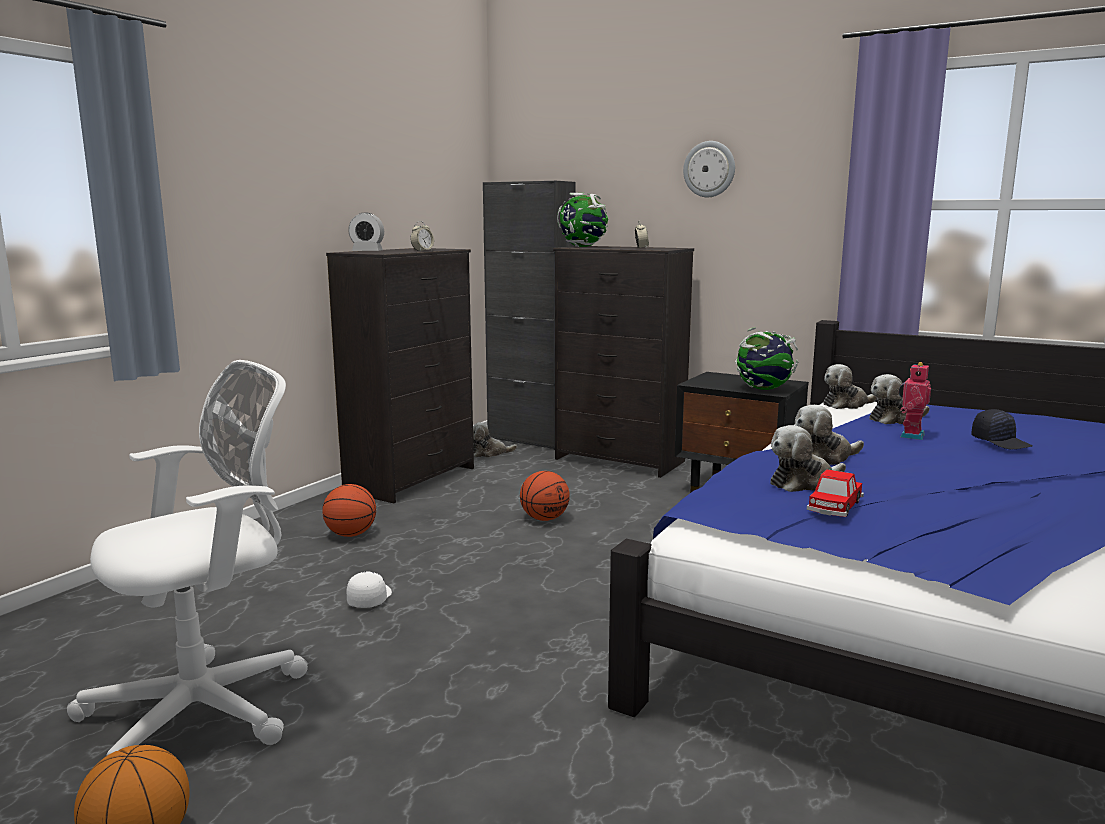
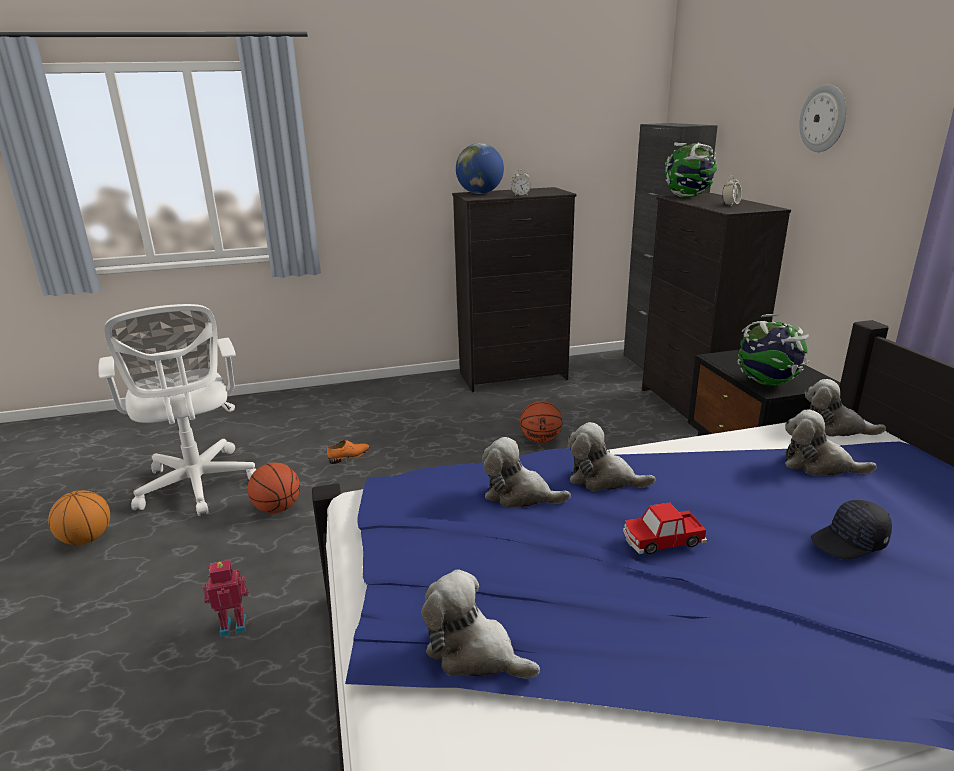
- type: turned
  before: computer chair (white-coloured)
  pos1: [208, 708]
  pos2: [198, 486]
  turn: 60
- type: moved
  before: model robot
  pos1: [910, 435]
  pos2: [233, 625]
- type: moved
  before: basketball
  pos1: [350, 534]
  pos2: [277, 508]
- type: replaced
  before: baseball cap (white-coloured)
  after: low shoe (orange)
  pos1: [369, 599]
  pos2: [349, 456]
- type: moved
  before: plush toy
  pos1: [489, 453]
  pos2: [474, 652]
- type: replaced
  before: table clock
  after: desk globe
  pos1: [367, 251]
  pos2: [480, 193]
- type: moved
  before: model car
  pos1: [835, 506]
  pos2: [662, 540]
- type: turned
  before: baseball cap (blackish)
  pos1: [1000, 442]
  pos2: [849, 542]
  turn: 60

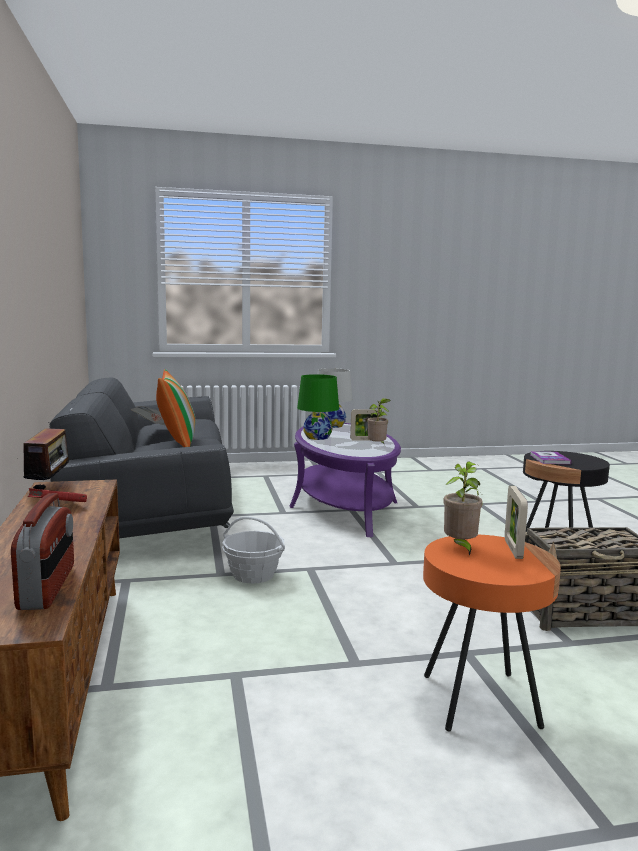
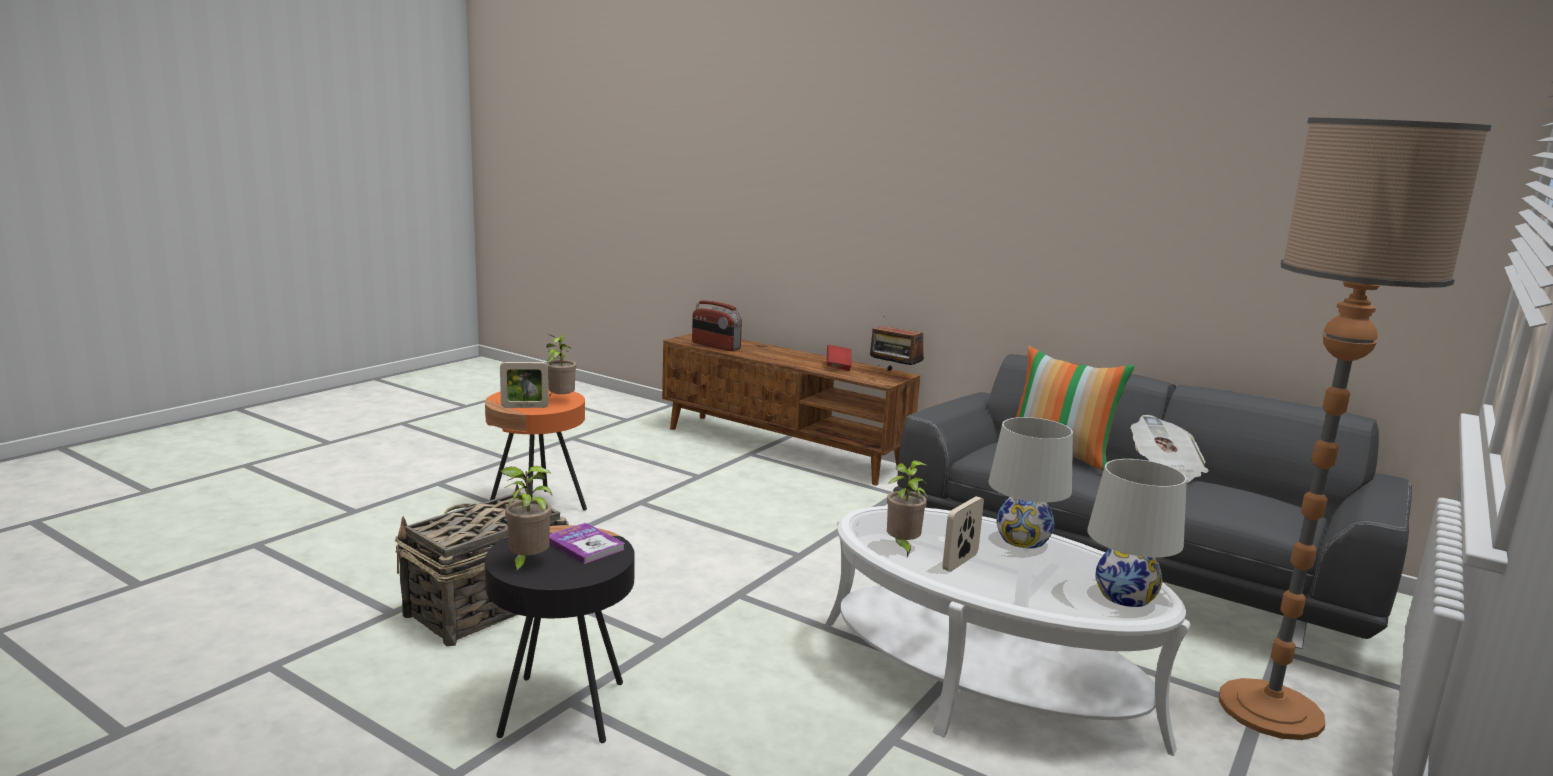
- type: turned
  before: picture frame
  pos1: [513, 549]
  pos2: [525, 407]
  turn: 120
- type: added
  after: plant in a pot
  pos2: [527, 564]
- type: recoloured
  before: lounge table (purple)
  after: lounge table (white-coloured)
  pos1: [344, 504]
  pos2: [983, 681]
- type: recoloured
  before: tabletop lamp (green)
  after: tabletop lamp (white-coloured)
  pos1: [317, 437]
  pos2: [1022, 539]
- type: added
  after: standard lamp
  pos2: [1270, 710]
- type: removed
  before: storage basket
  pos1: [253, 575]

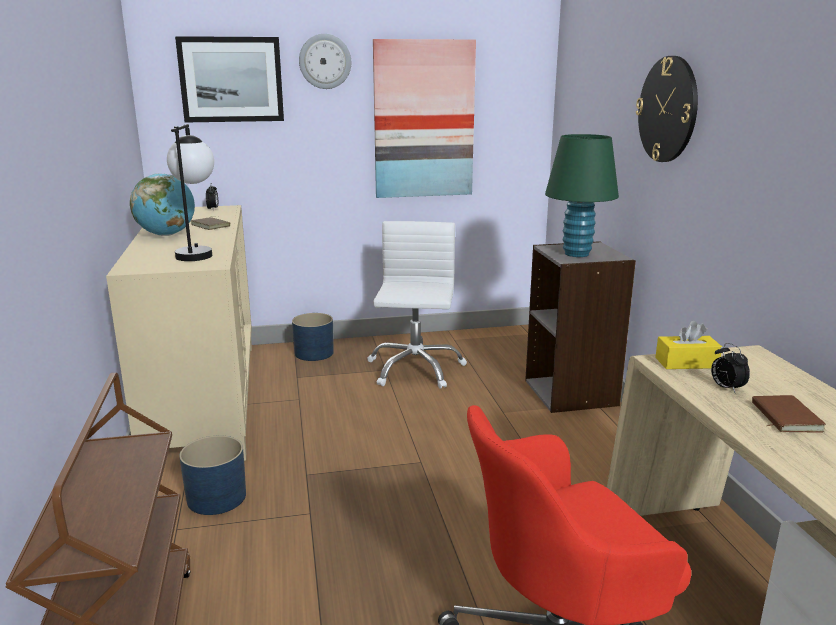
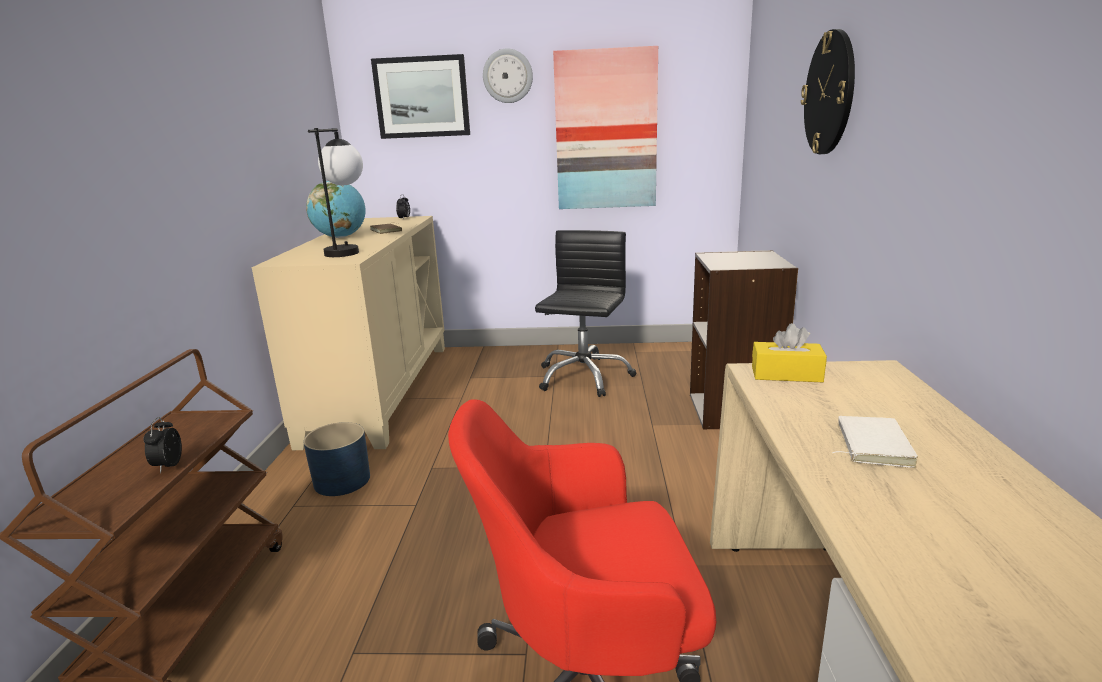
- type: moved
  before: table clock
  pos1: [726, 388]
  pos2: [168, 466]
- type: recoloured
  before: computer chair (white-coloured)
  after: computer chair (blackish)
  pos1: [415, 368]
  pos2: [583, 376]
- type: recoloured
  before: bound book (brown)
  after: bound book (white-coloured)
  pos1: [783, 417]
  pos2: [870, 445]
- type: removed
  before: planter (bluish)
  pos1: [314, 353]
- type: removed
  before: tabletop lamp (green)
  pos1: [576, 254]

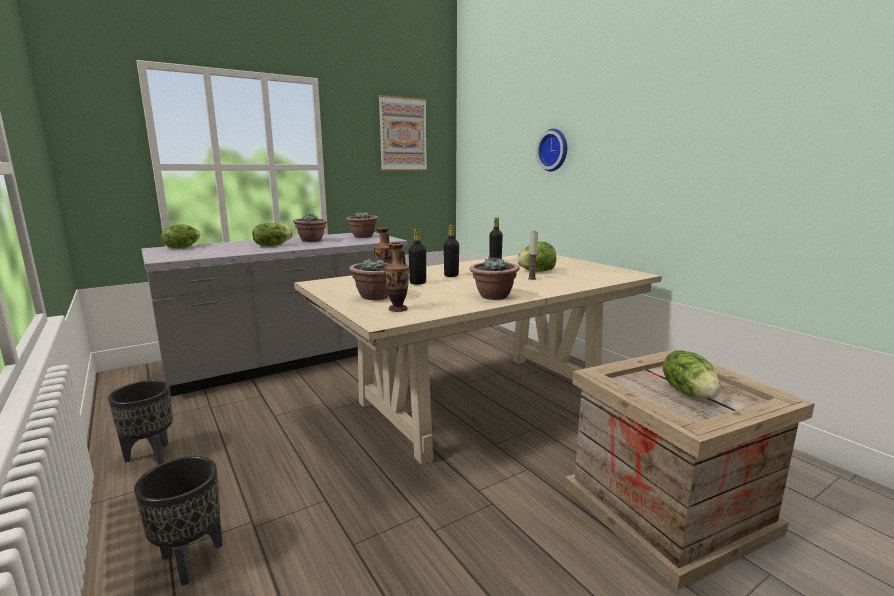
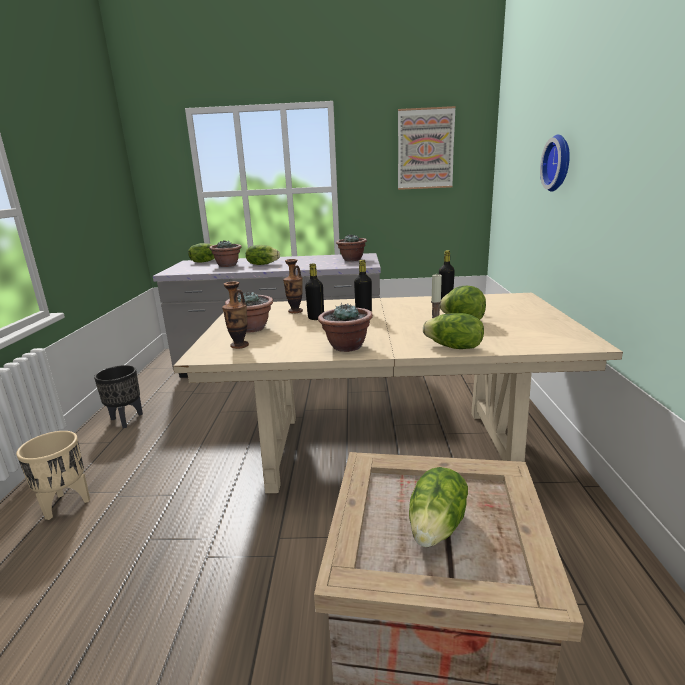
- type: recoloured
  before: planter (blackish)
  after: planter (beige-coloured)
  pos1: [190, 560]
  pos2: [65, 504]
- type: moved
  before: plant in a pot
  pos1: [312, 241]
  pos2: [228, 265]
- type: added
  after: head of lettuce
  pos2: [454, 347]

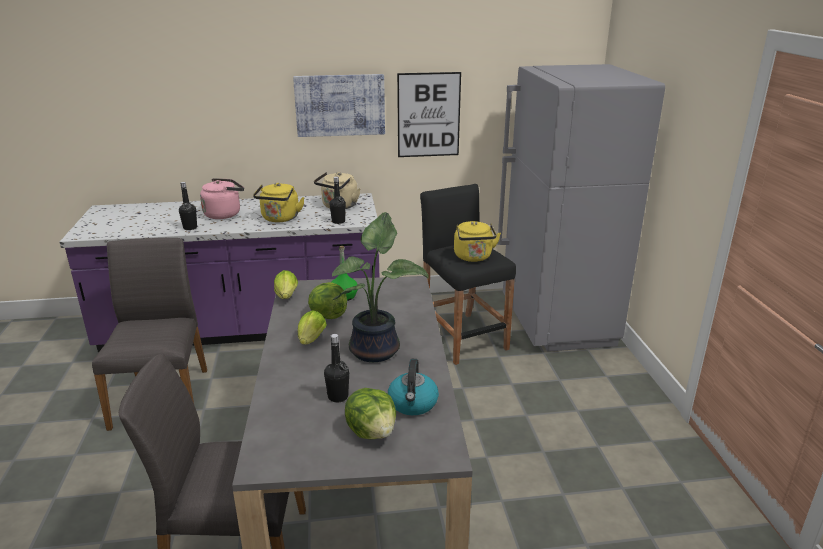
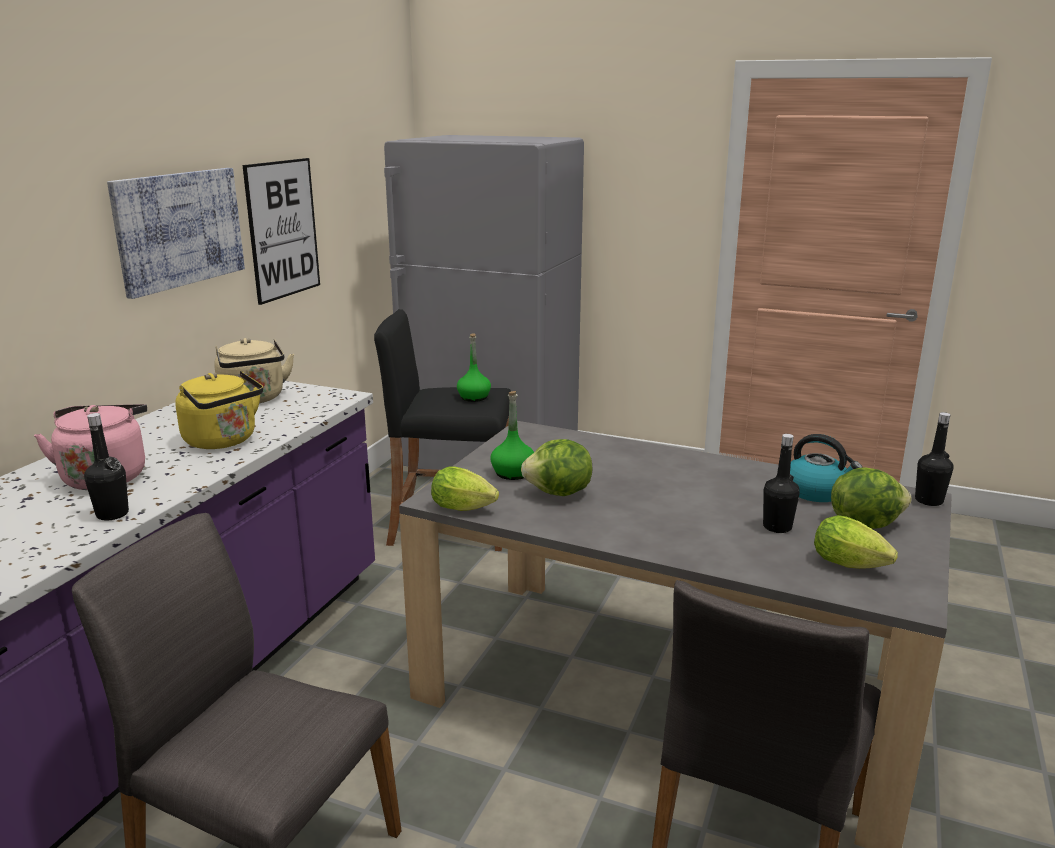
- type: replaced
  before: kettle (yellow-coloured)
  after: drink bottle (green)
  pos1: [473, 257]
  pos2: [474, 397]
- type: moved
  before: head of lettuce
  pos1: [310, 341]
  pos2: [853, 566]
- type: moved
  before: drink bottle (blackish)
  pos1: [338, 221]
  pos2: [928, 501]
- type: removed
  before: plant in a pot
  pos1: [377, 349]

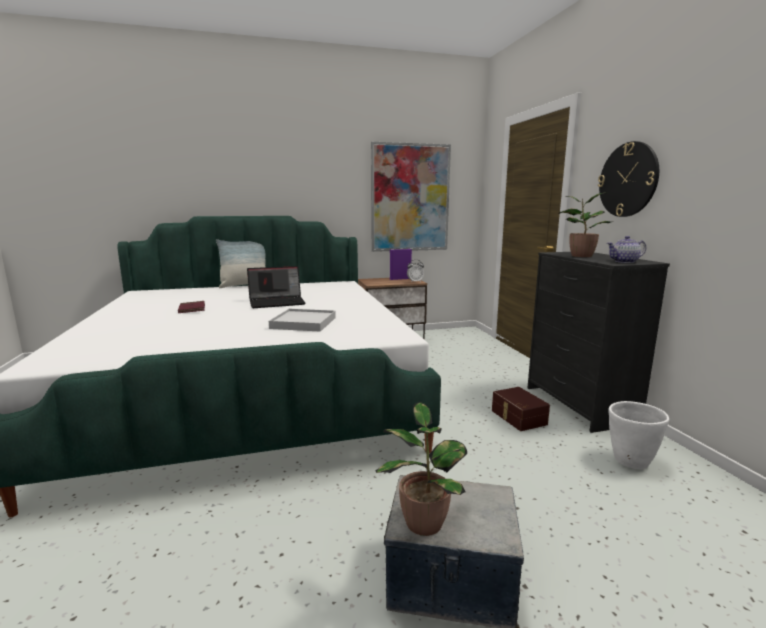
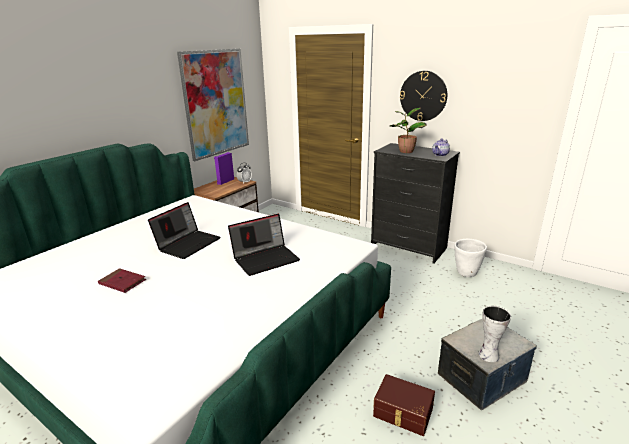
- type: replaced
  before: serving tray (white-coloured)
  after: notebook computer
  pos1: [304, 323]
  pos2: [266, 258]
- type: moved
  before: storage container (brown)
  pos1: [517, 417]
  pos2: [402, 413]
- type: replaced
  before: plant in a pot
  after: decorative vase
  pos1: [423, 520]
  pos2: [487, 354]
- type: removed
  before: cushion
  pos1: [244, 285]

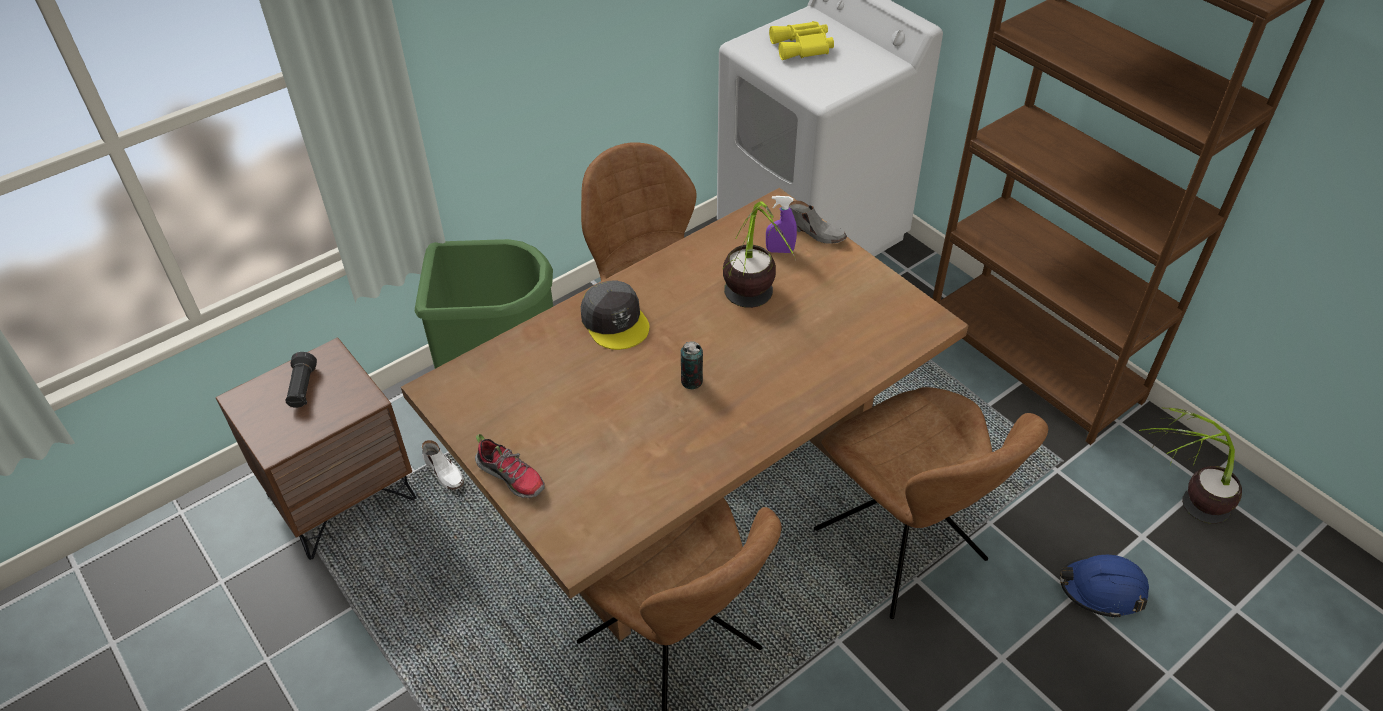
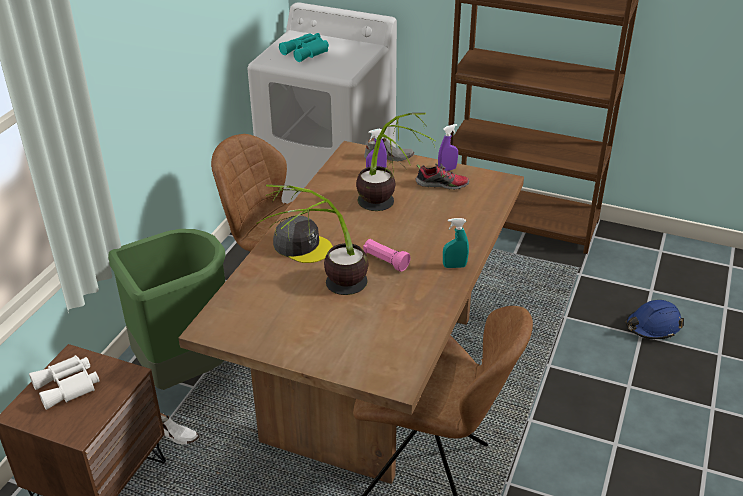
- type: replaced
  before: torch (blackish)
  after: binoculars (white-coloured)
  pos1: [302, 388]
  pos2: [68, 386]
- type: moved
  before: plant in a pot
  pos1: [1178, 506]
  pos2: [324, 290]
- type: recoloured
  before: binoculars (yellow-coloured)
  after: binoculars (blue-green)
  pos1: [803, 47]
  pos2: [306, 52]
- type: replaced
  before: sealed can
  after: torch (pinkish)
  pos1: [691, 381]
  pos2: [385, 261]
- type: moved
  before: low shoe
  pos1: [511, 476]
  pos2: [442, 184]
- type: added
  after: hand sprayer (purple)
  pos2: [447, 170]
- type: added
  after: hand sprayer (blue-green)
  pos2: [454, 266]
- type: removed
  before: plain chair (brown)
  pos1: [903, 549]

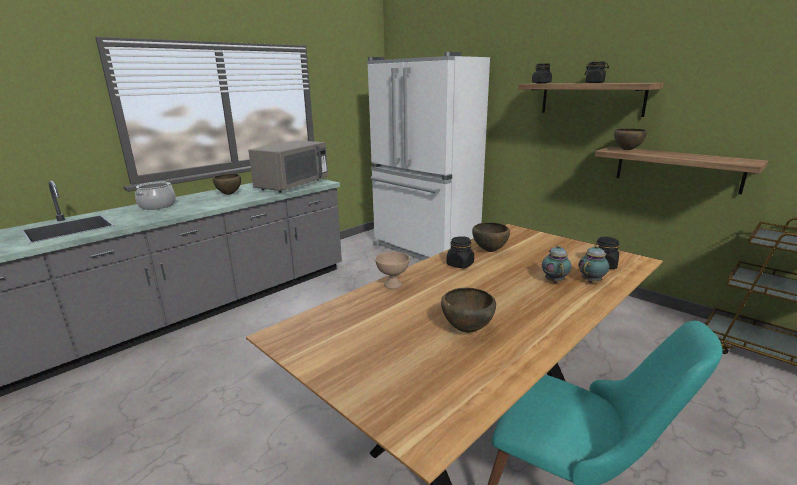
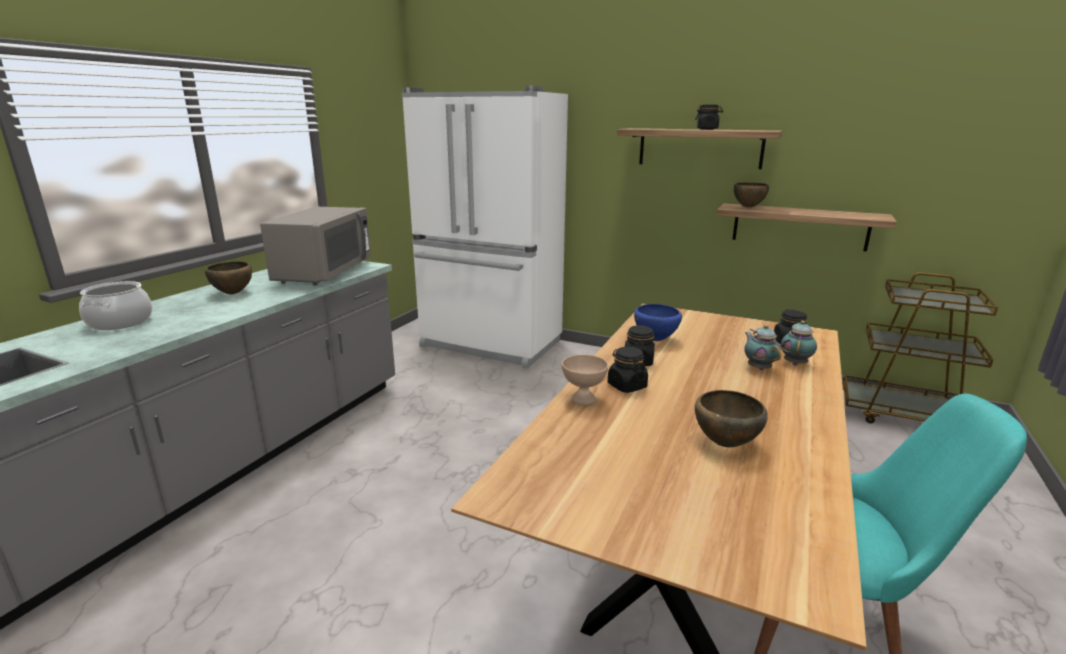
- type: moved
  before: storage jar (blackish)
  pos1: [541, 83]
  pos2: [626, 386]
- type: recoloured
  before: serving bowl (brown)
  after: serving bowl (bluish)
  pos1: [490, 251]
  pos2: [656, 339]

